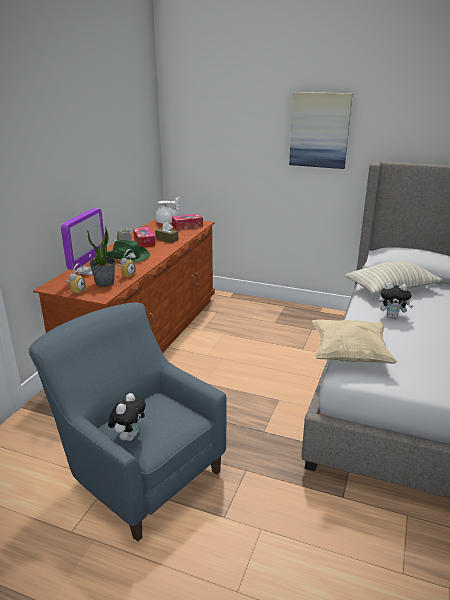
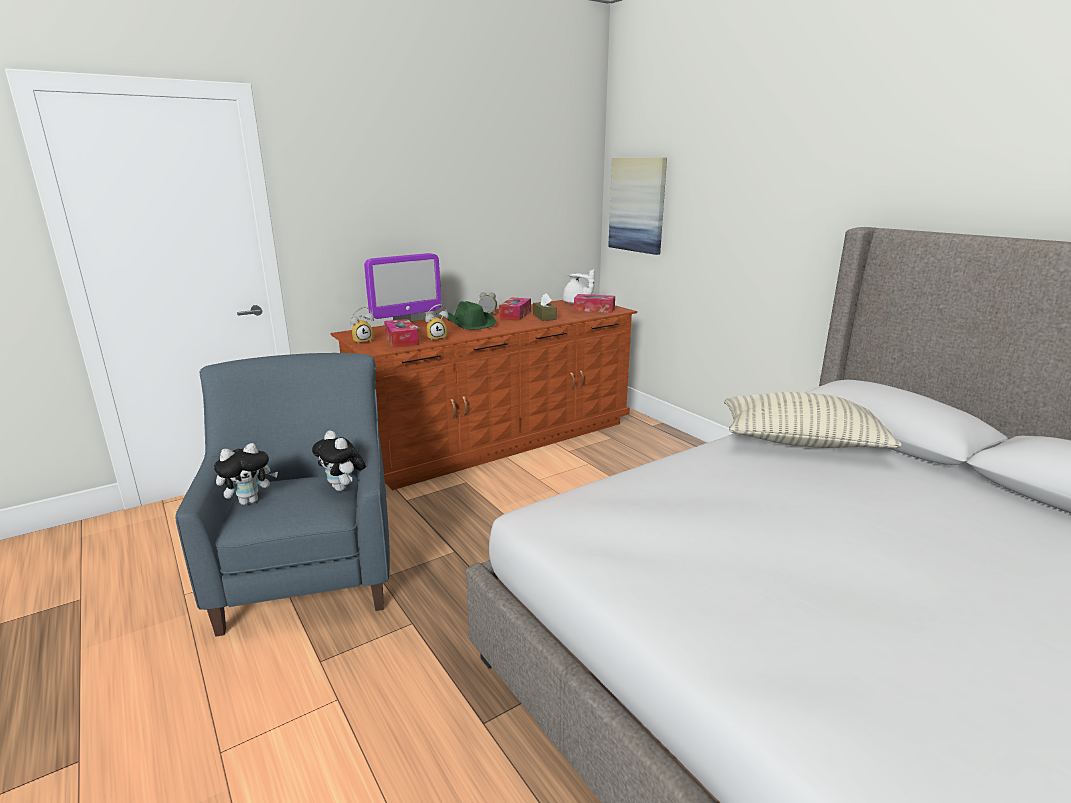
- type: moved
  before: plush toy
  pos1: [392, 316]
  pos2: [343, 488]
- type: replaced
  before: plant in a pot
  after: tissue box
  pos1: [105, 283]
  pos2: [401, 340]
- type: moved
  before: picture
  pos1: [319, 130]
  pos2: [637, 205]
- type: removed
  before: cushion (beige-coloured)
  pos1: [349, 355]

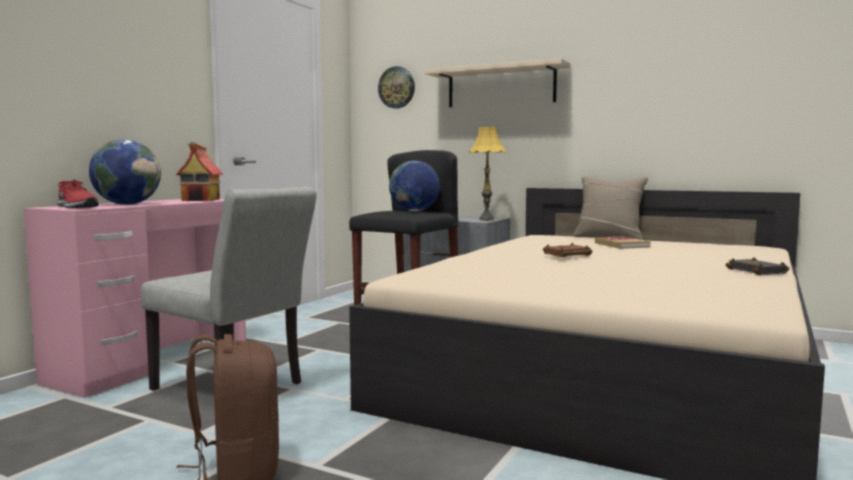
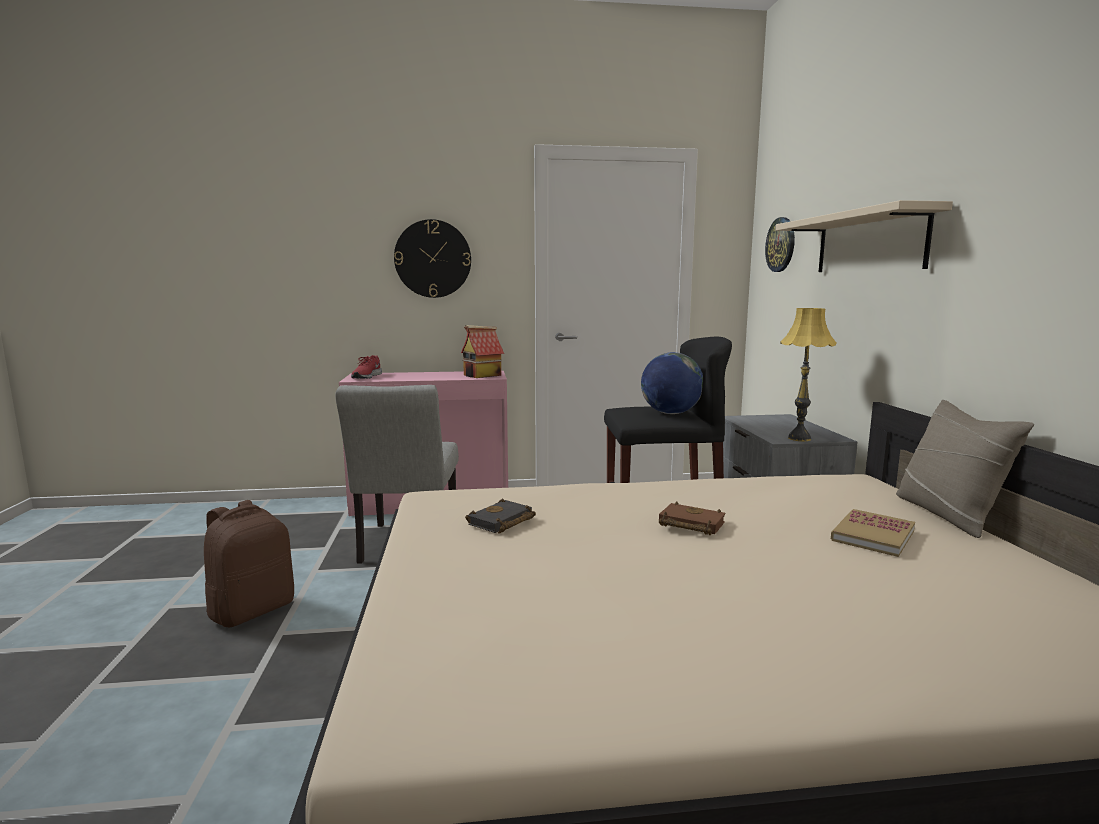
- type: added
  after: hanging clock
  pos2: [433, 259]
- type: moved
  before: bound book (blackish)
  pos1: [759, 271]
  pos2: [501, 522]
- type: removed
  before: desk globe
  pos1: [127, 204]

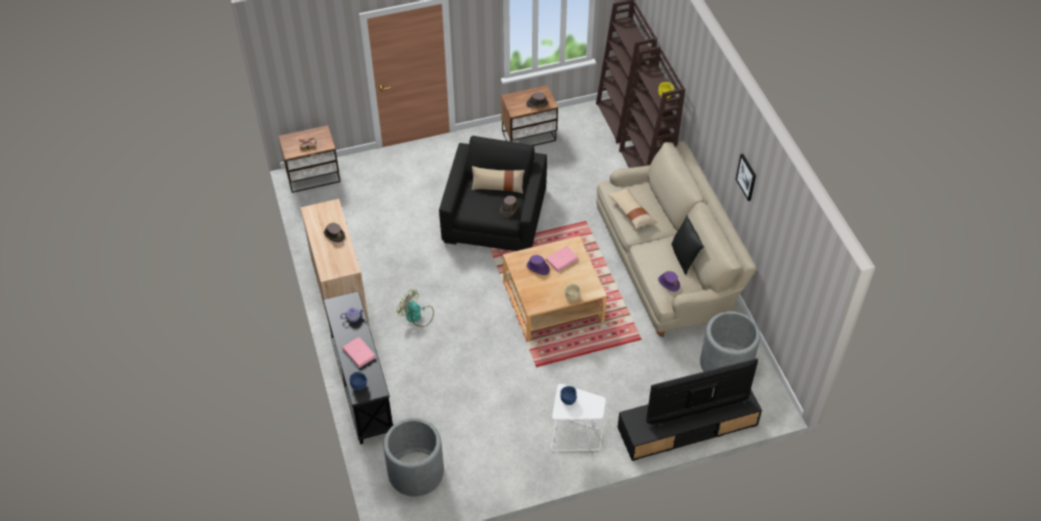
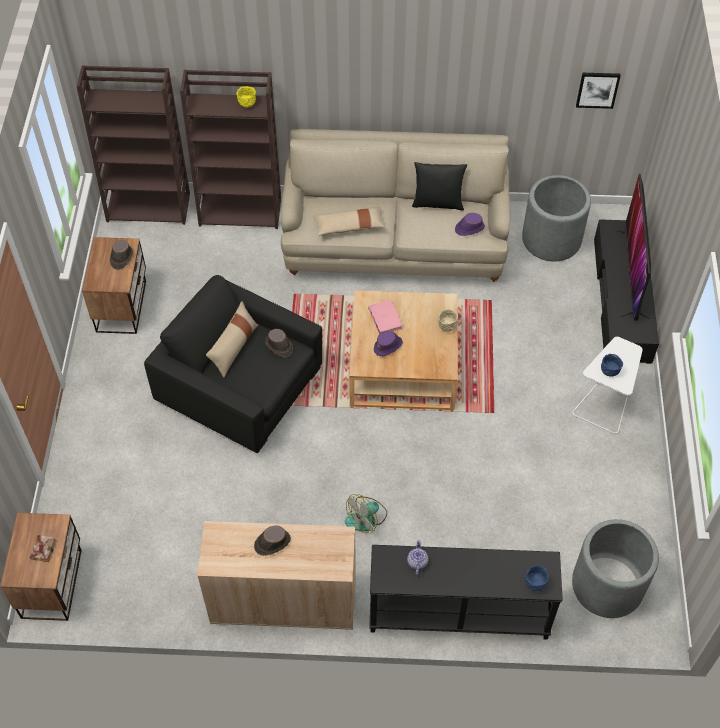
- type: moved
  before: picture
  pos1: [746, 177]
  pos2: [597, 89]
- type: removed
  before: bound book (pinkish)
  pos1: [359, 353]

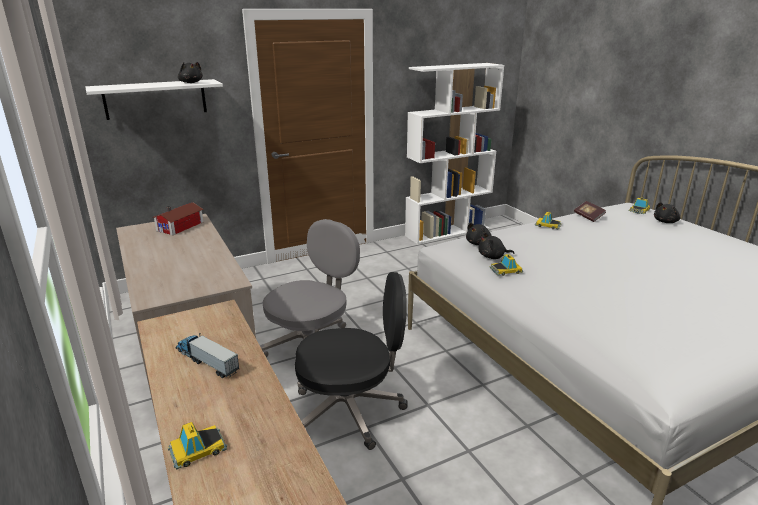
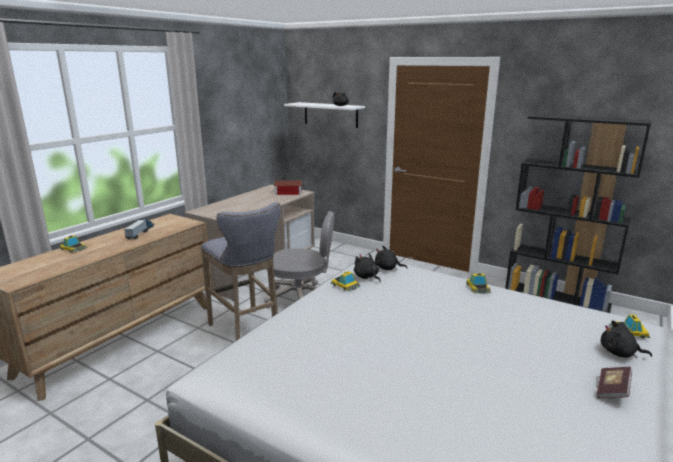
- type: replaced
  before: computer chair (blackish)
  after: stool (gray)
  pos1: [350, 410]
  pos2: [246, 332]
- type: recoloured
  before: bookshelf (white-coloured)
  after: bookshelf (blackish)
  pos1: [447, 232]
  pos2: [557, 298]
- type: moved
  before: bound book
  pos1: [588, 217]
  pos2: [612, 390]

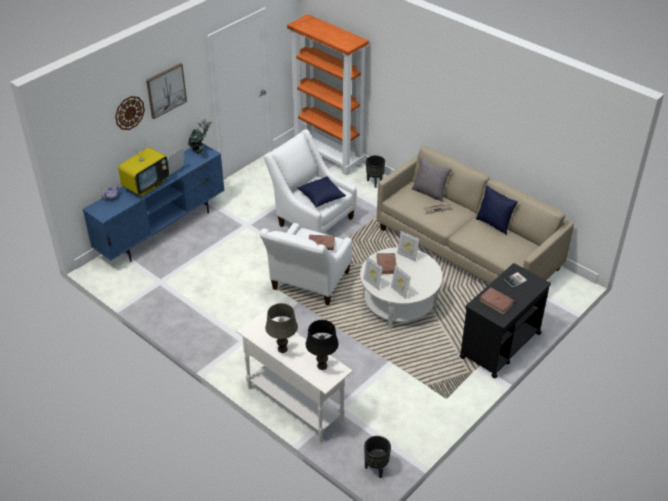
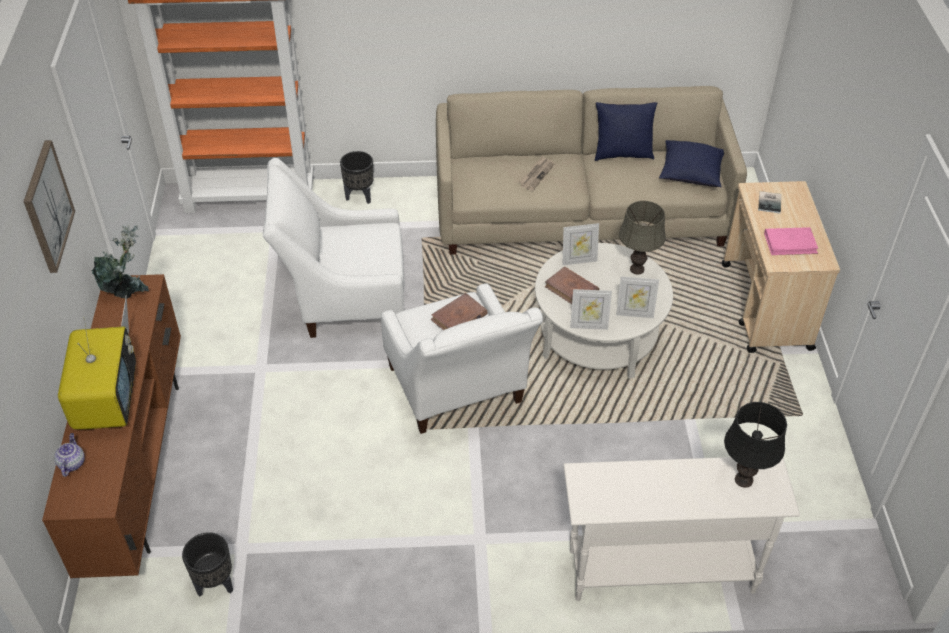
- type: recoloured
  before: tv stand (bluish)
  after: tv stand (brown)
  pos1: [162, 230]
  pos2: [138, 465]
- type: moved
  before: planter (blackish)
  pos1: [376, 468]
  pos2: [215, 584]
- type: moved
  before: tabletop lamp (gray)
  pos1: [282, 349]
  pos2: [636, 269]
- type: moved
  before: cushion (bluish)
  pos1: [321, 198]
  pos2: [690, 174]
- type: recoloured
  before: cart (blackish)
  after: cart (beige-coloured)
  pos1: [500, 345]
  pos2: [766, 307]
- type: recoloured
  before: bound book (brown)
  after: bound book (pinkish)
  pos1: [496, 302]
  pos2: [790, 243]
- type: removed
  before: hanging clock
  pos1: [129, 112]
- type: removed
  before: cushion (gray)
  pos1: [430, 192]

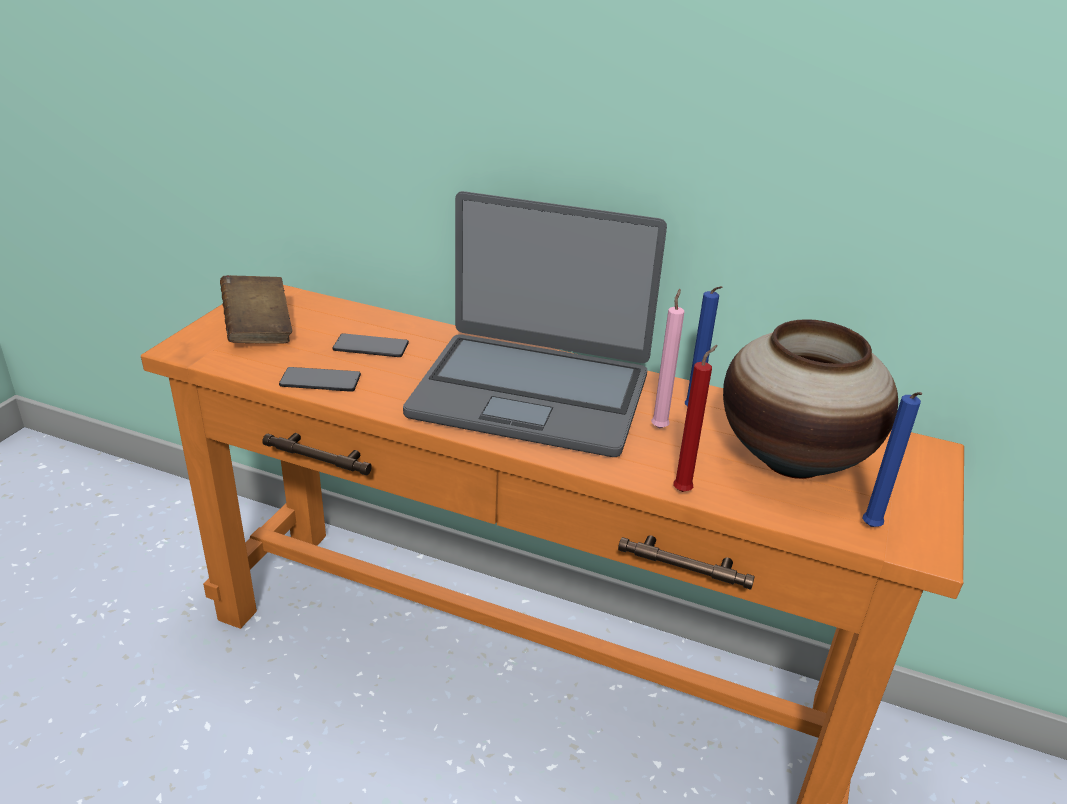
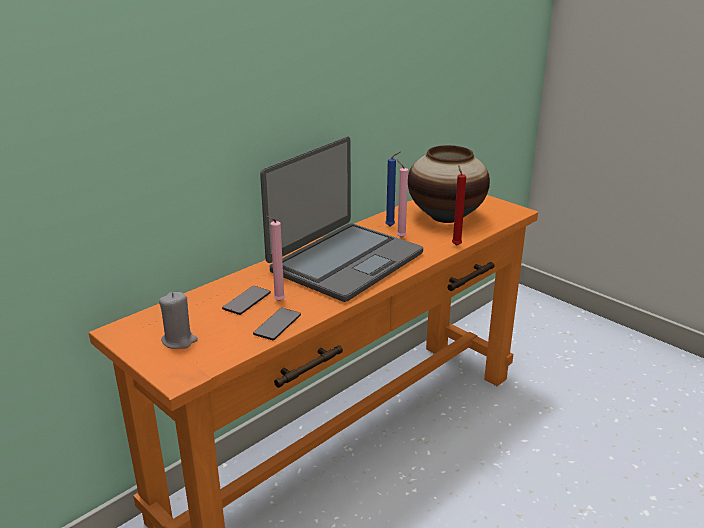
- type: replaced
  before: bound book (brown)
  after: wax candle (gray)
  pos1: [258, 329]
  pos2: [179, 341]
- type: added
  after: wax candle (pinkish)
  pos2: [277, 301]
- type: removed
  before: wax candle (bluish)
  pos1: [871, 529]

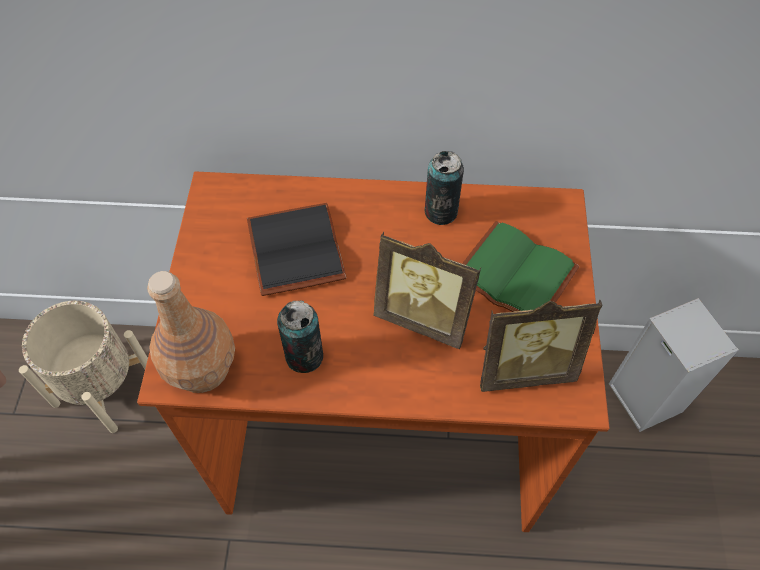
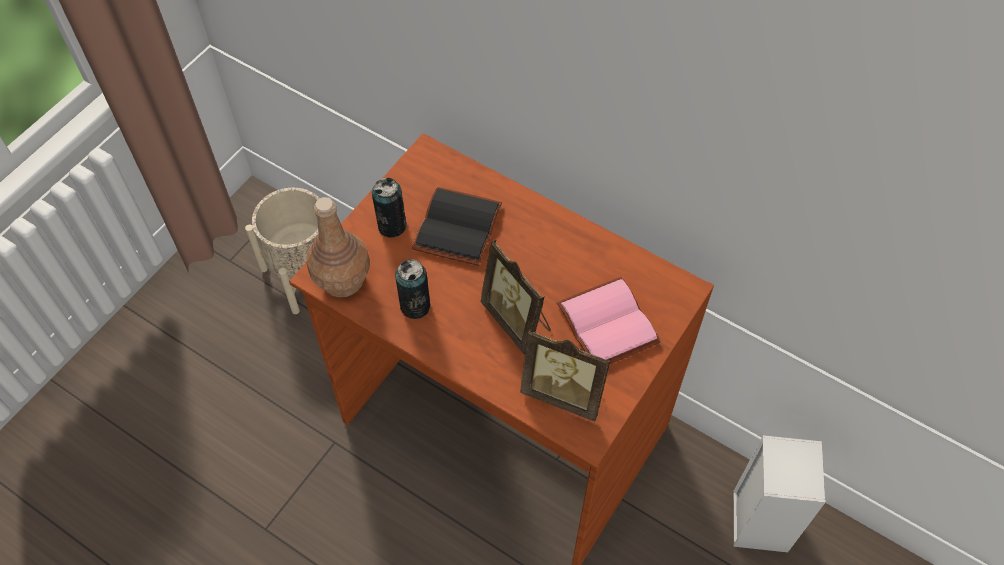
- type: moved
  before: sealed can
  pos1: [441, 212]
  pos2: [392, 226]
- type: recoloured
  before: bound book (green)
  after: bound book (pinkish)
  pos1: [512, 276]
  pos2: [604, 324]

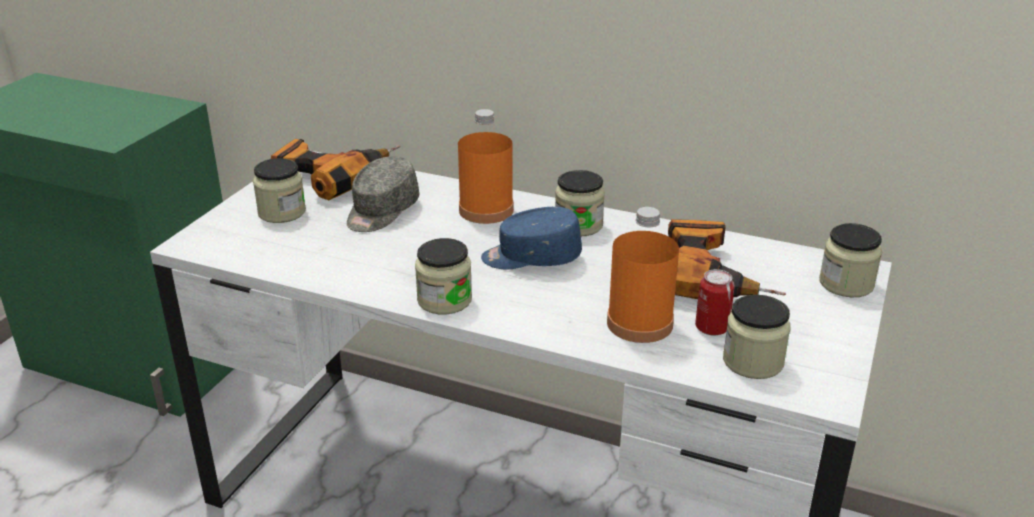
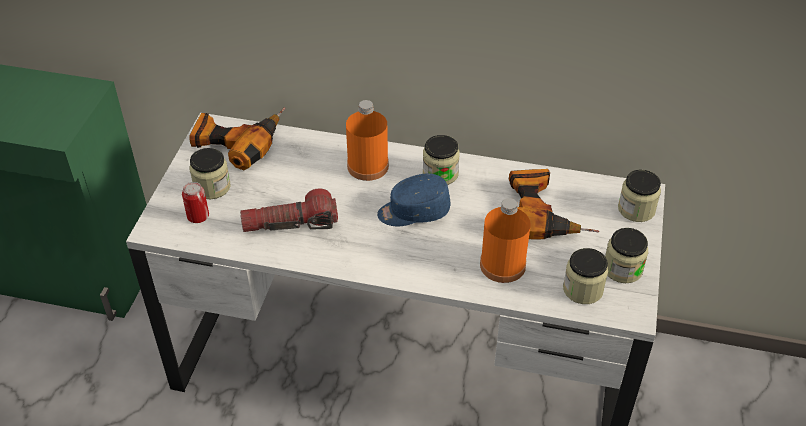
- type: moved
  before: sealed can
  pos1: [711, 328]
  pos2: [198, 217]
- type: added
  after: torch
  pos2: [290, 224]
- type: moved
  before: storage jar
  pos1: [444, 300]
  pos2: [622, 269]
- type: removed
  before: baseball cap (gray)
  pos1: [381, 211]

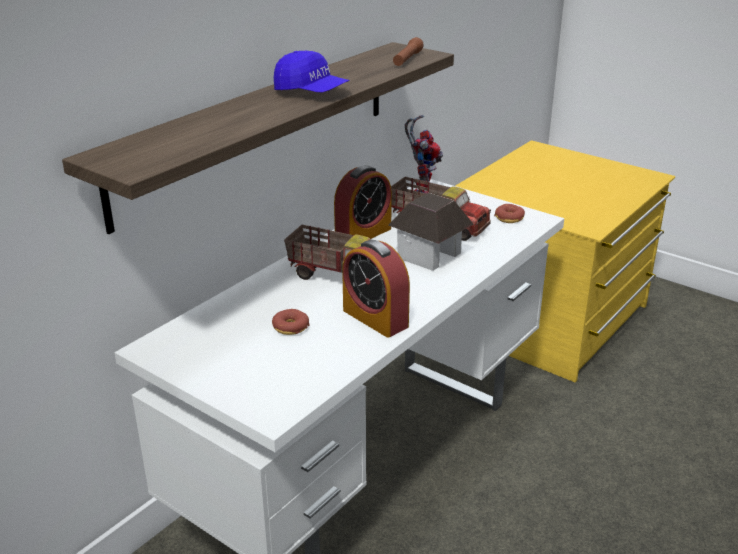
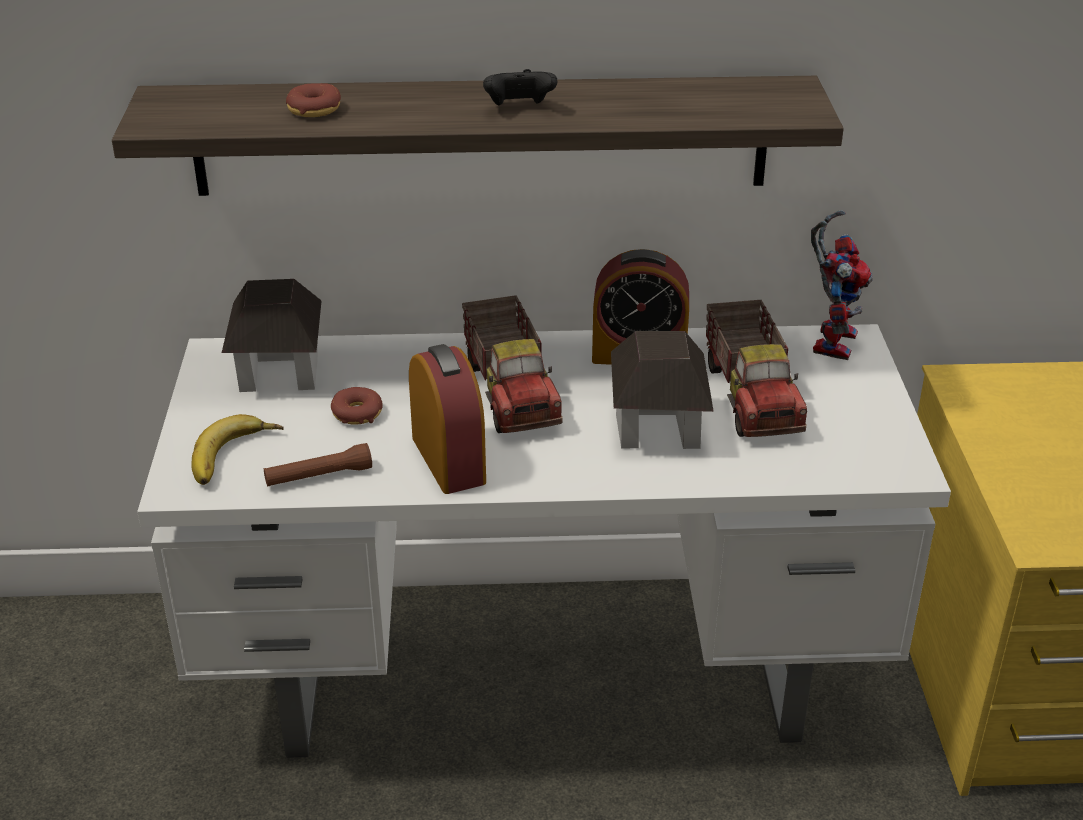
- type: added
  after: banana
  pos2: [235, 457]
- type: added
  after: miniature house
  pos2: [279, 372]
- type: moved
  before: torch (brown)
  pos1: [407, 59]
  pos2: [319, 476]
- type: moved
  before: ring doughnut
  pos1: [509, 218]
  pos2: [314, 109]
- type: turned
  before: table clock
  pos1: [375, 318]
  pos2: [448, 460]
  turn: 150
- type: replaced
  before: baseball cap (bluish)
  after: game controller (blackish)
  pos1: [311, 92]
  pos2: [519, 108]
- type: turned
  before: model robot
  pos1: [422, 190]
  pos2: [831, 339]
  turn: -45

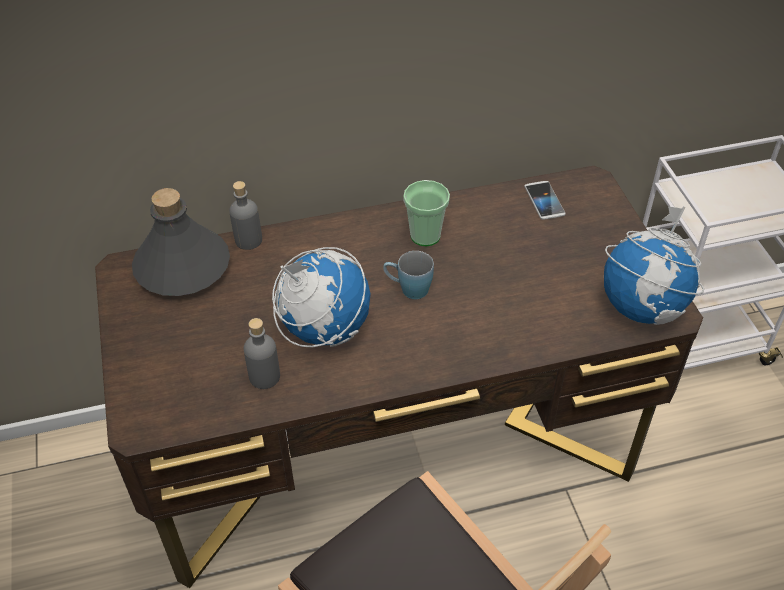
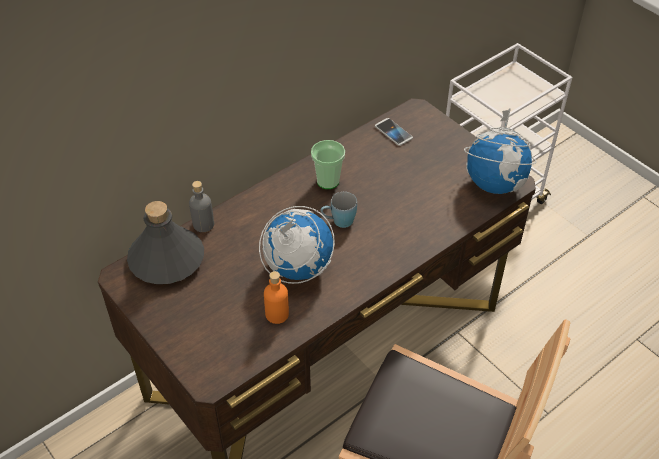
- type: recoloured
  before: drink bottle (gray)
  after: drink bottle (orange)
  pos1: [264, 377]
  pos2: [277, 314]

